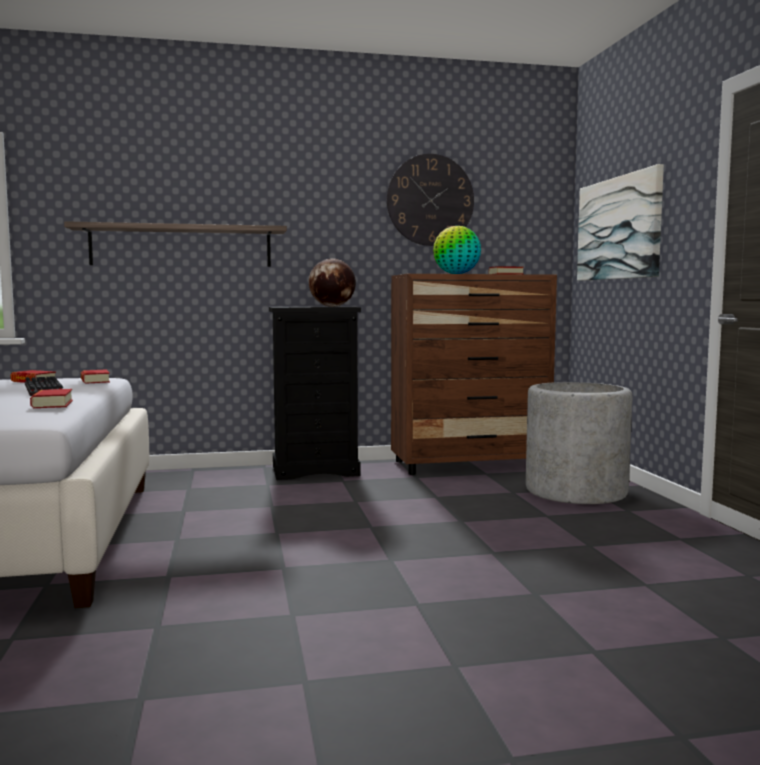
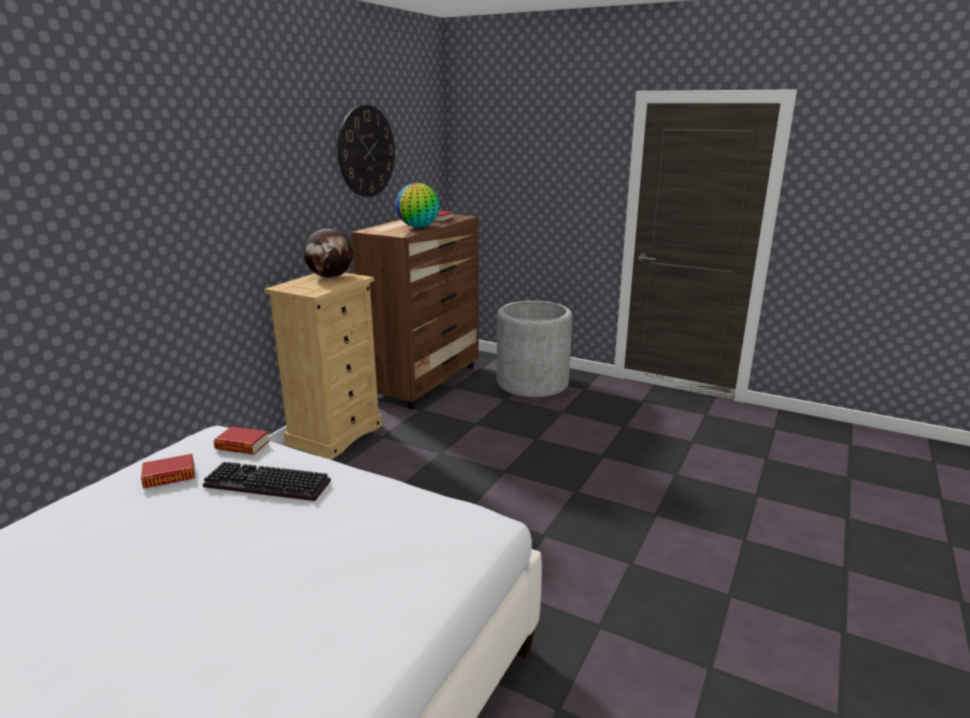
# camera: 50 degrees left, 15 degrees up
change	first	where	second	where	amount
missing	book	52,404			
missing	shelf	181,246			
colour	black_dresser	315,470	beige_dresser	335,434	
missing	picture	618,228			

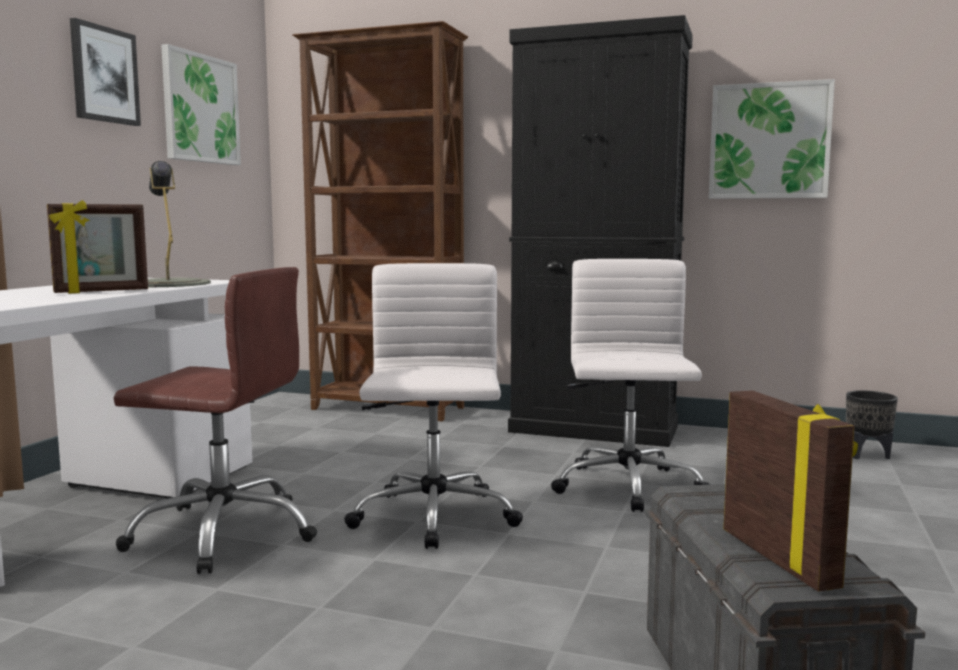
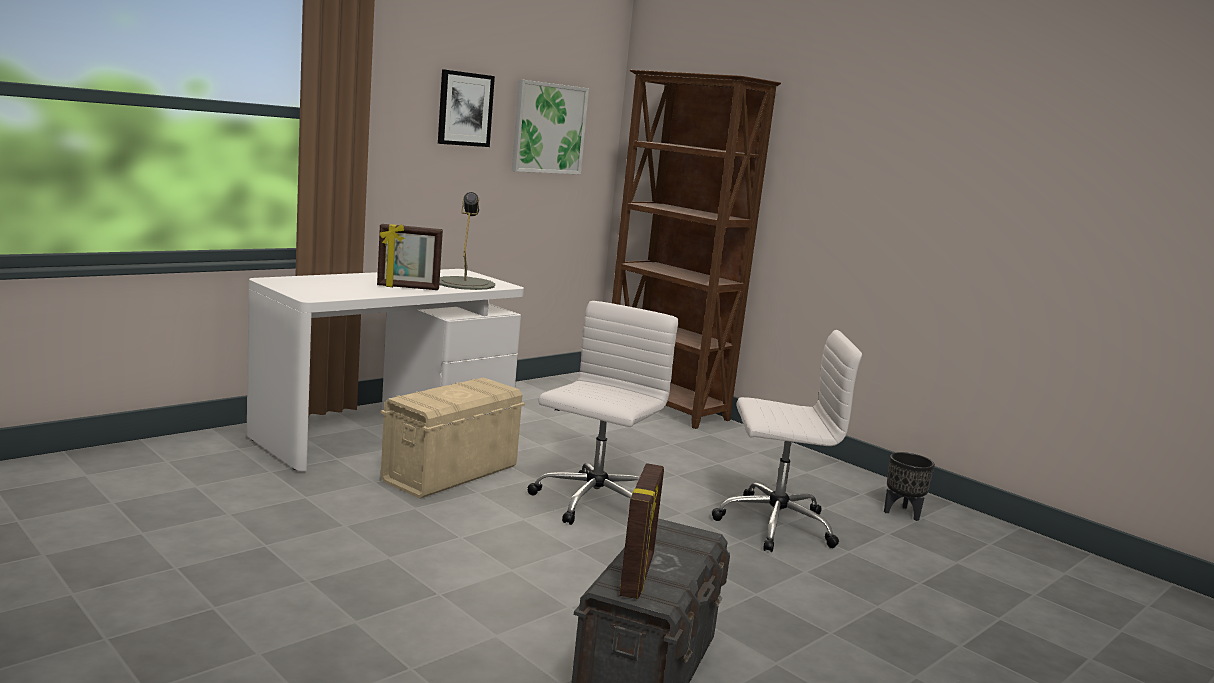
# camera: 25 degrees right, 5 degrees up
change	first	where	second	where	amount
exchanged	brown_office_chair	224,533	beige_storage_box	449,474	
missing	black_cabinet	594,429			
spun	white_office_chair	628,487		772,524	60 degrees clockwise
missing	picture	769,141			
relocated	black_planter	867,455		902,513	

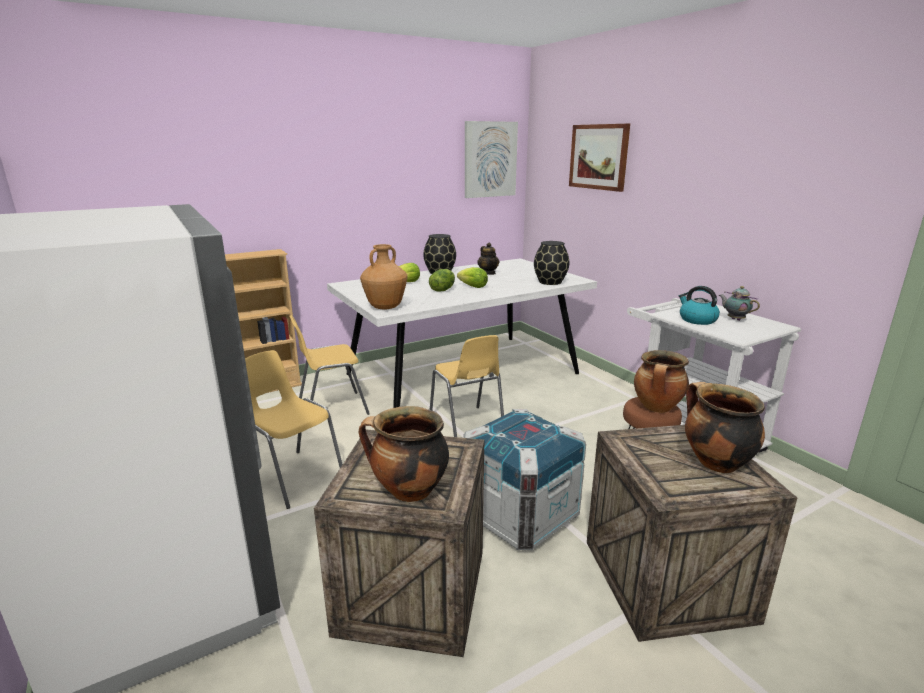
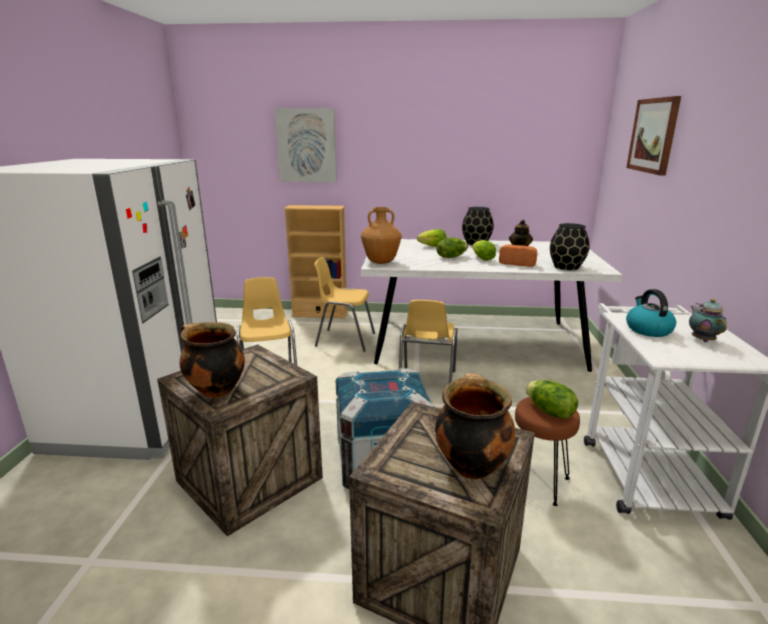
# camera: 35 degrees right, 0 degrees up
change	first	where	second	where	amount
relocated	picture	490,159		306,145	
exchanged	cooking_pot	657,408	lettuce	549,412	
appeared			bread	518,263	

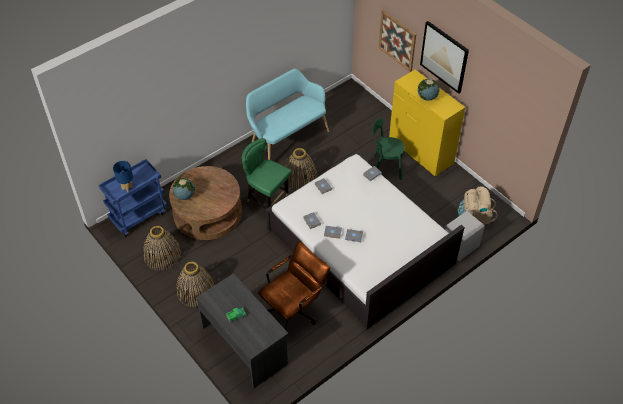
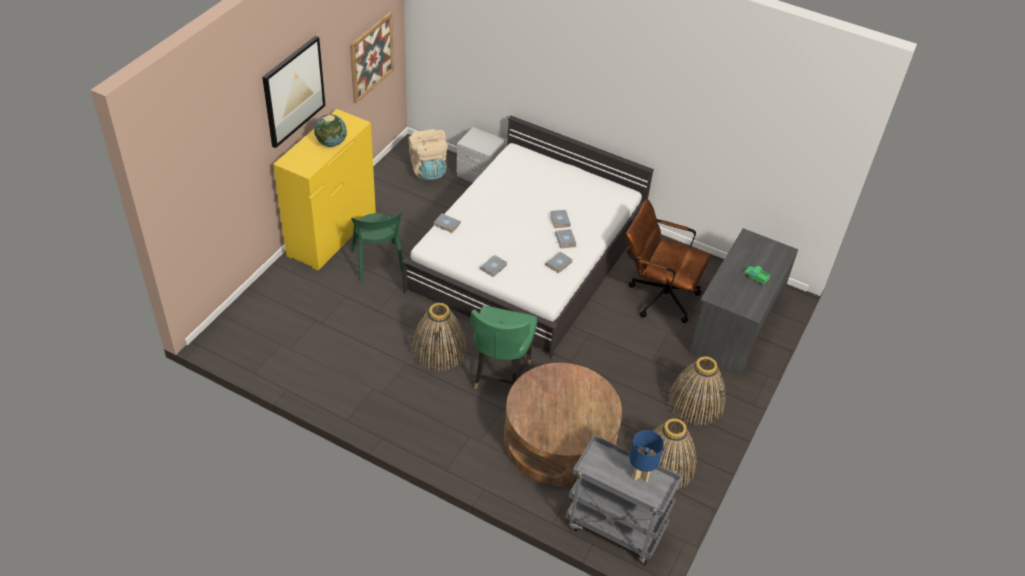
# camera: 115 degrees left, 5 degrees down
change	first	where	second	where	amount
colour	blue_cart	139,215	grey_cart	614,528	
missing	globe	184,196			
missing	turquoise_bench	286,137			
relocated	picture	397,41		371,57	

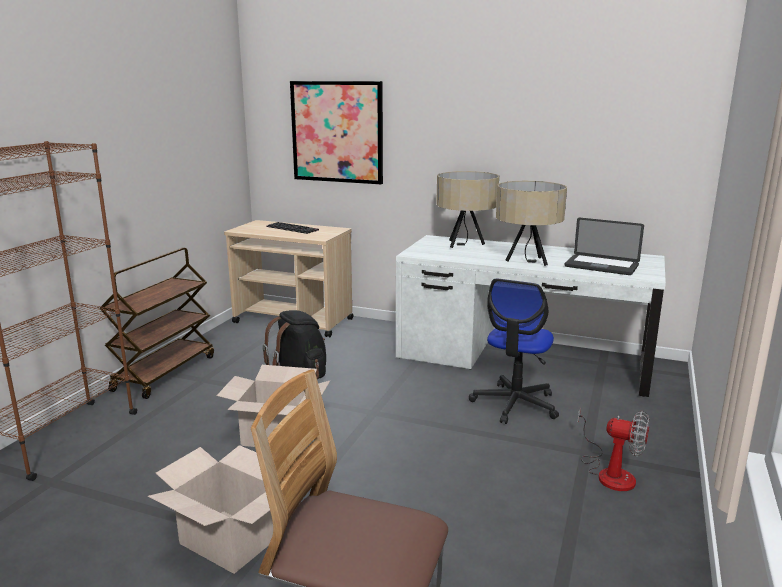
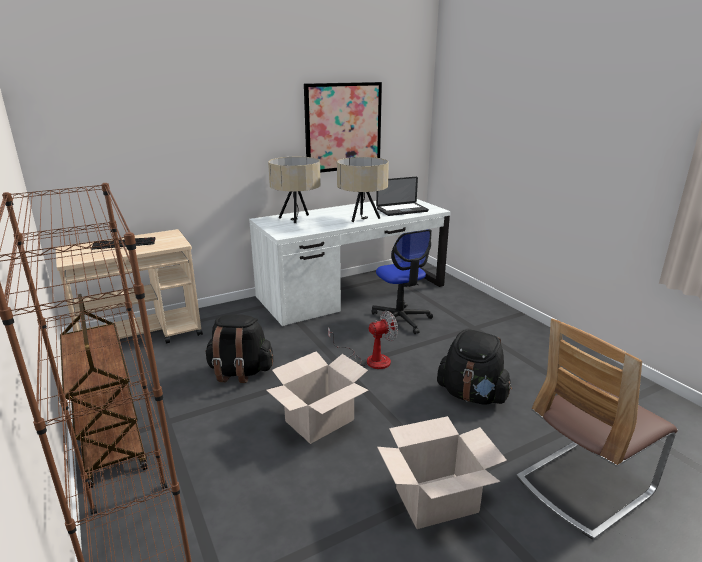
# camera: 50 degrees left, 5 degrees up
change	first	where	second	where	amount
relocated	picture	337,132		343,127	
relocated	fan	610,472		370,359	
appeared			black_backpack	472,395	

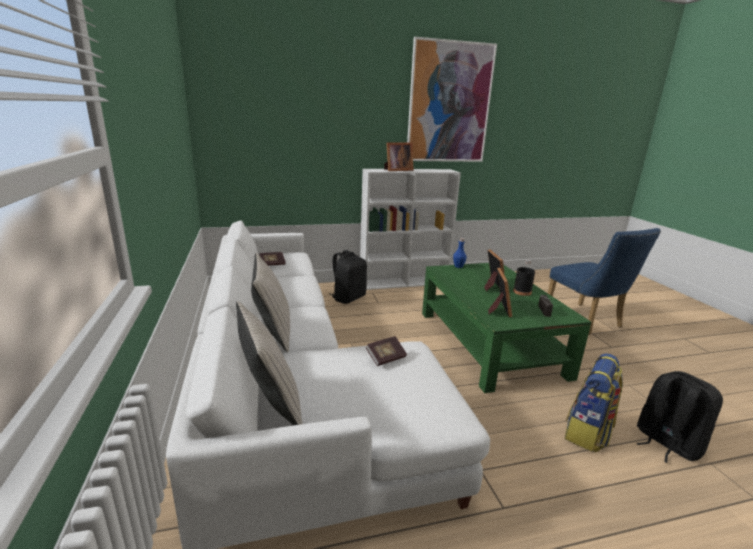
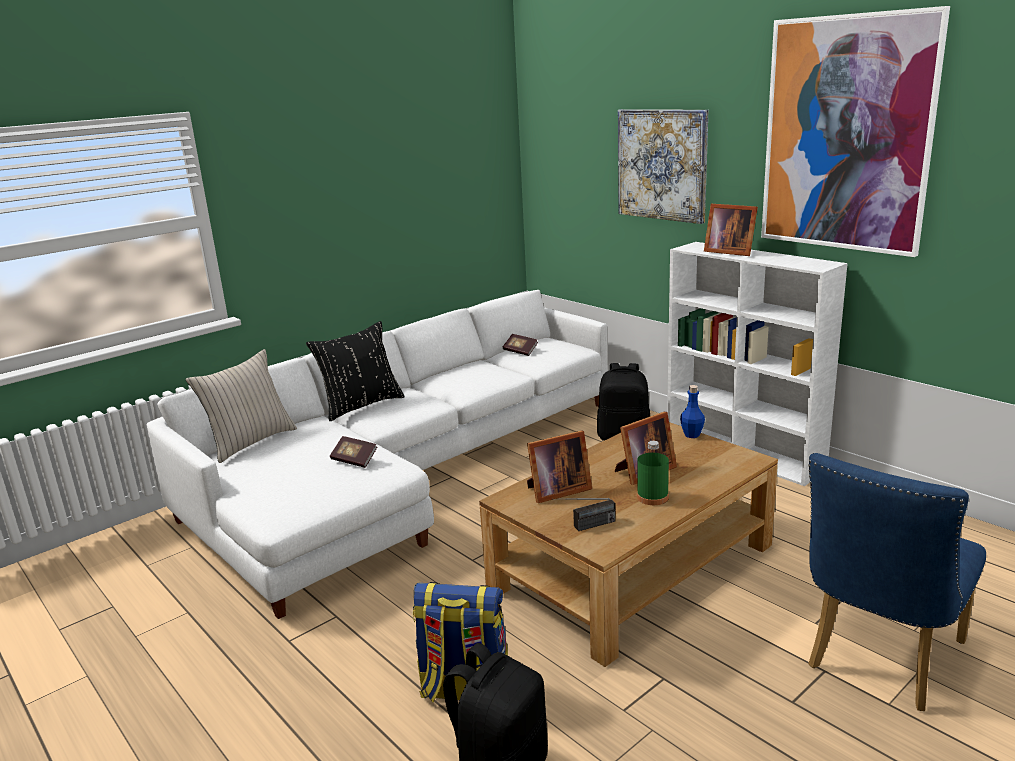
# camera: 65 degrees right, 0 degrees up
change	first	where	second	where	amount
colour	beige_pillow	273,333	black_pillow	361,405	
colour	green_coffee_table	489,342	brown_coffee_table	633,566	
colour	black_bottle	522,292	green_bottle	652,497	
appeared			picture	662,164	

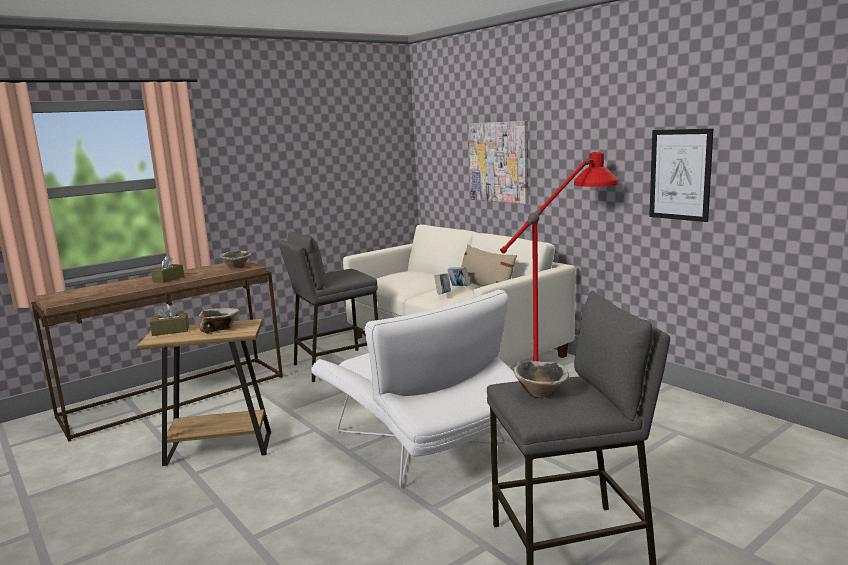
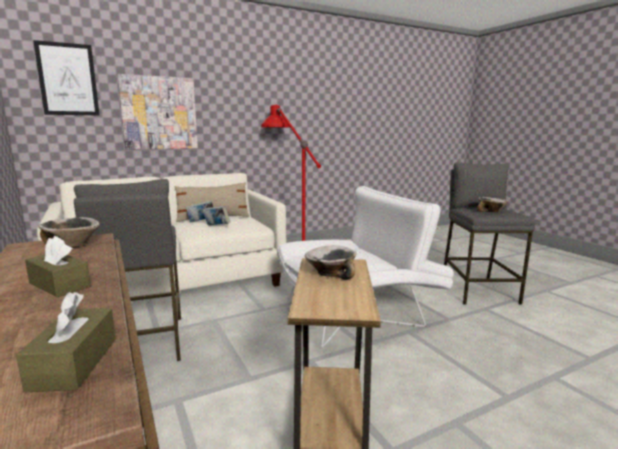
# camera: 80 degrees left, 0 degrees up
change	first	where	second	where	amount
relocated	brown_tissue_box	170,331		74,363	
relocated	picture	680,174		68,79	

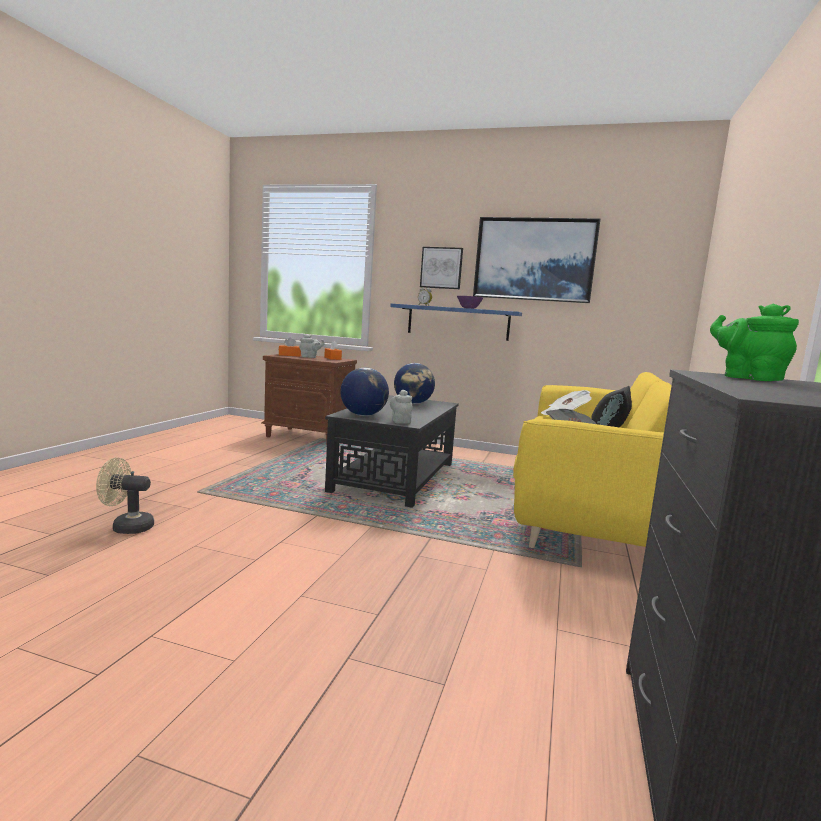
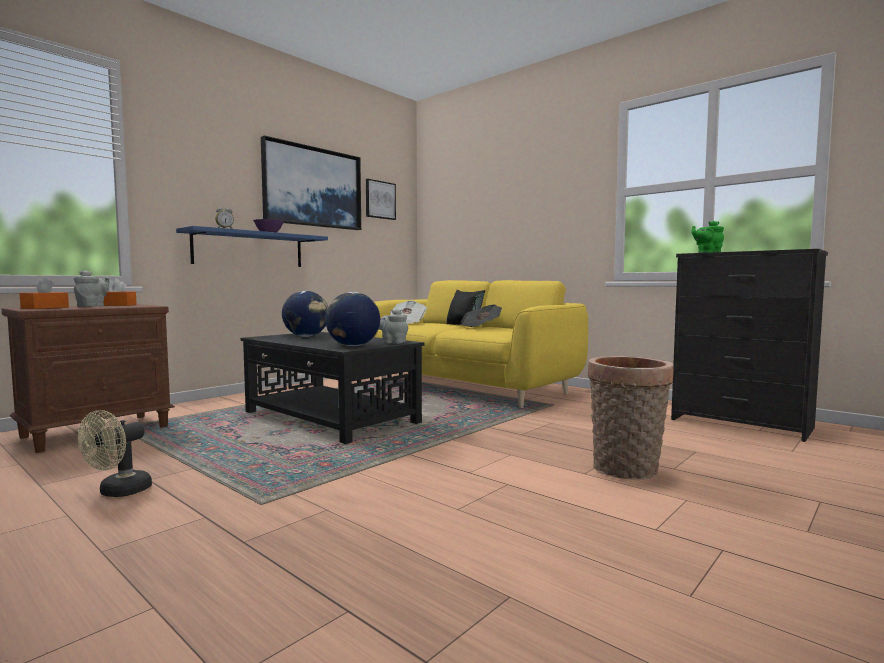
# camera: 65 degrees left, 5 degrees down
change	first	where	second	where	amount
relocated	beige_fan	126,527		118,492	
relocated	picture	441,268		380,200	
appeared			basket	626,471	

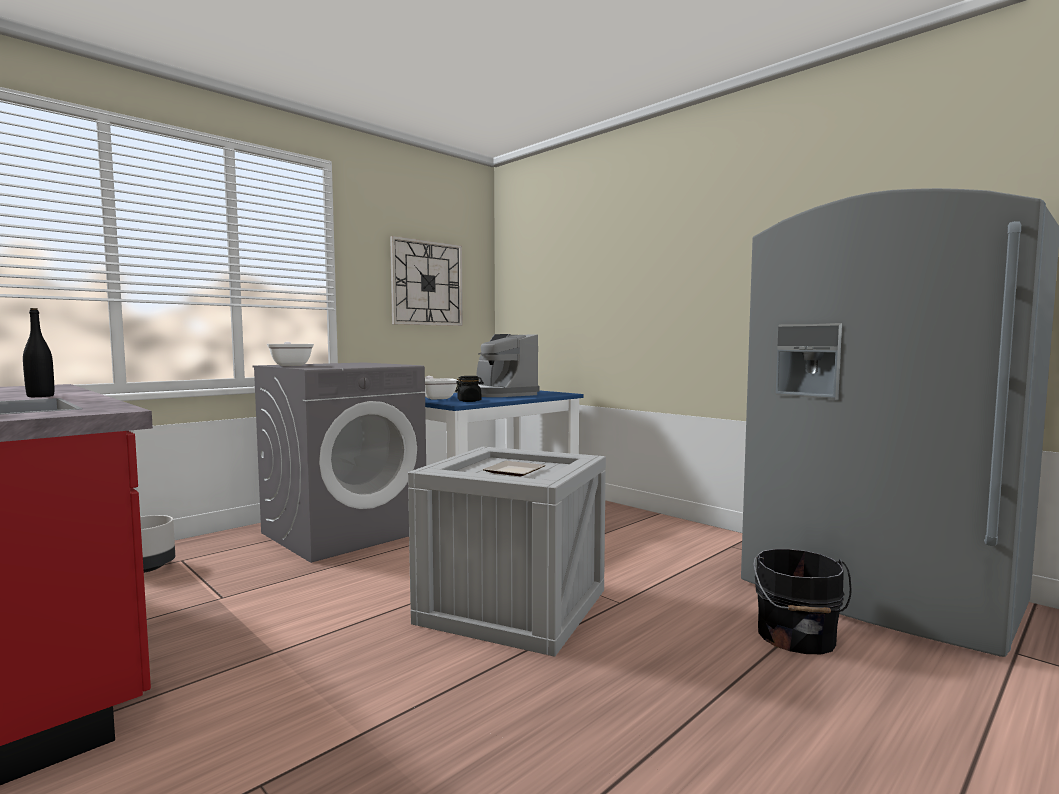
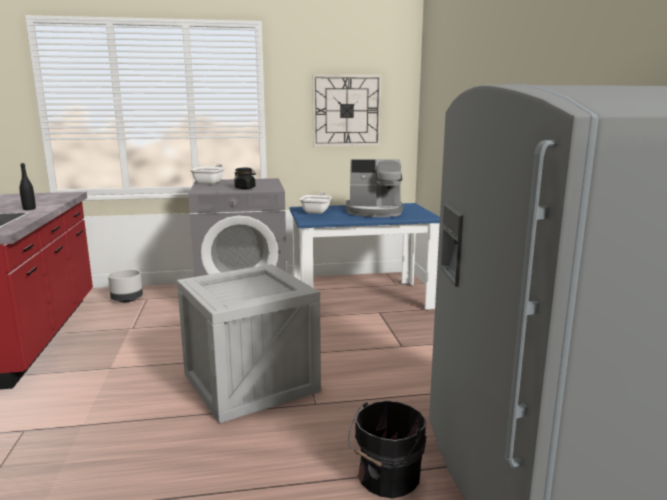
# camera: 35 degrees right, 10 degrees up
change	first	where	second	where	amount
relocated	black_jar	469,401		245,188	
spun	coffee_machine	499,394		374,211	90 degrees counterclockwise
missing	plate	512,471			

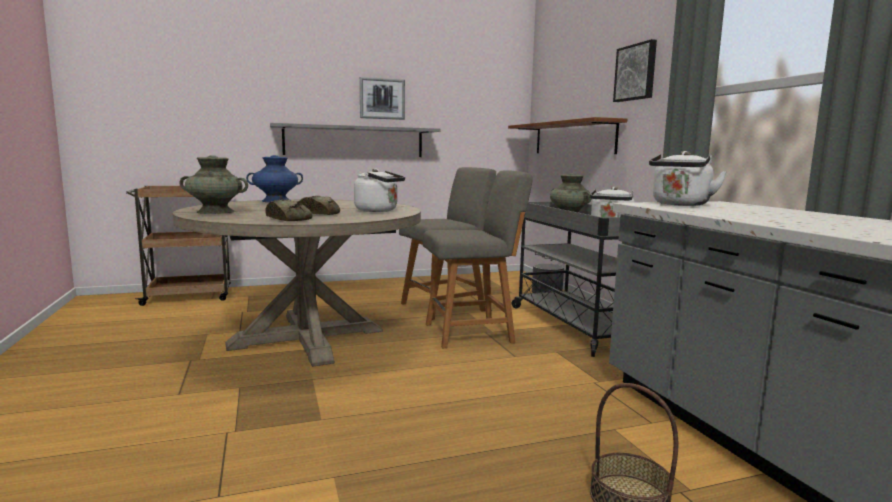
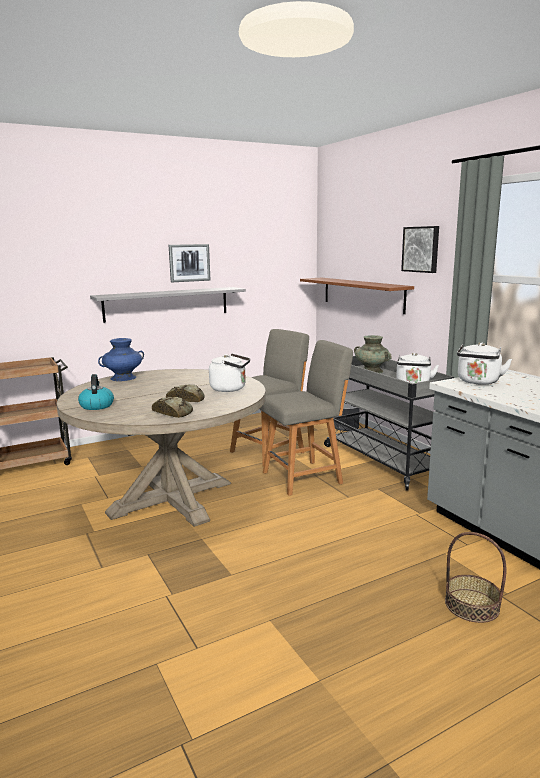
# camera: 10 degrees left, 5 degrees up
change	first	where	second	where	amount
exchanged	turquoise_vase	215,212	kettle	96,405	

